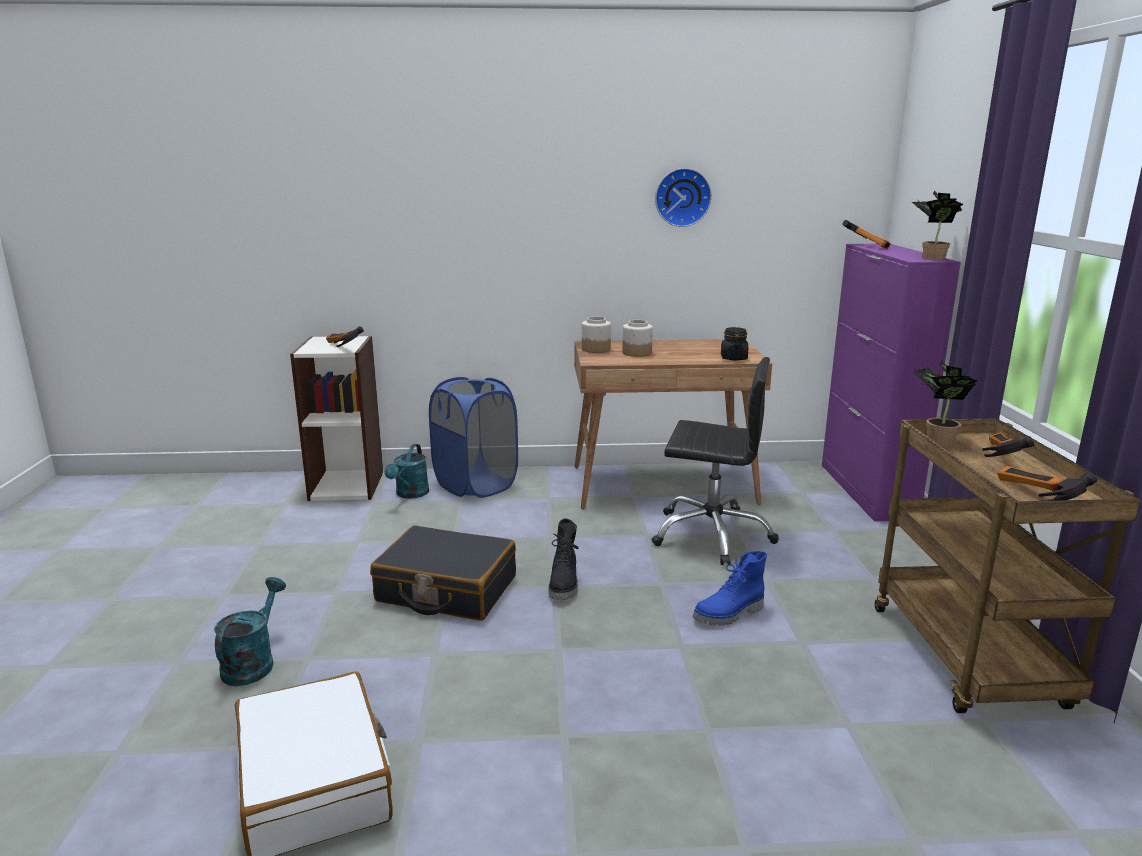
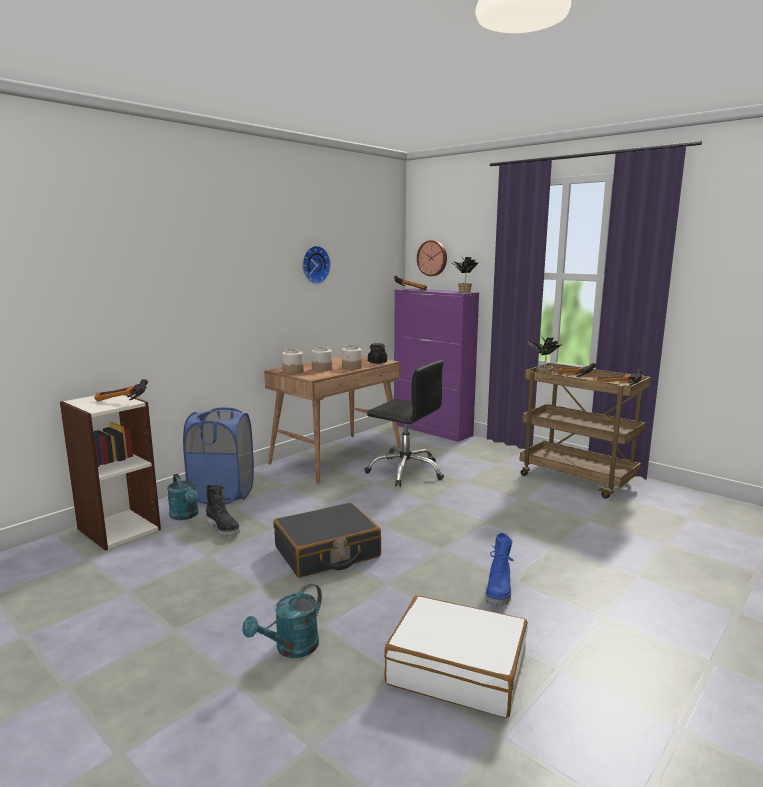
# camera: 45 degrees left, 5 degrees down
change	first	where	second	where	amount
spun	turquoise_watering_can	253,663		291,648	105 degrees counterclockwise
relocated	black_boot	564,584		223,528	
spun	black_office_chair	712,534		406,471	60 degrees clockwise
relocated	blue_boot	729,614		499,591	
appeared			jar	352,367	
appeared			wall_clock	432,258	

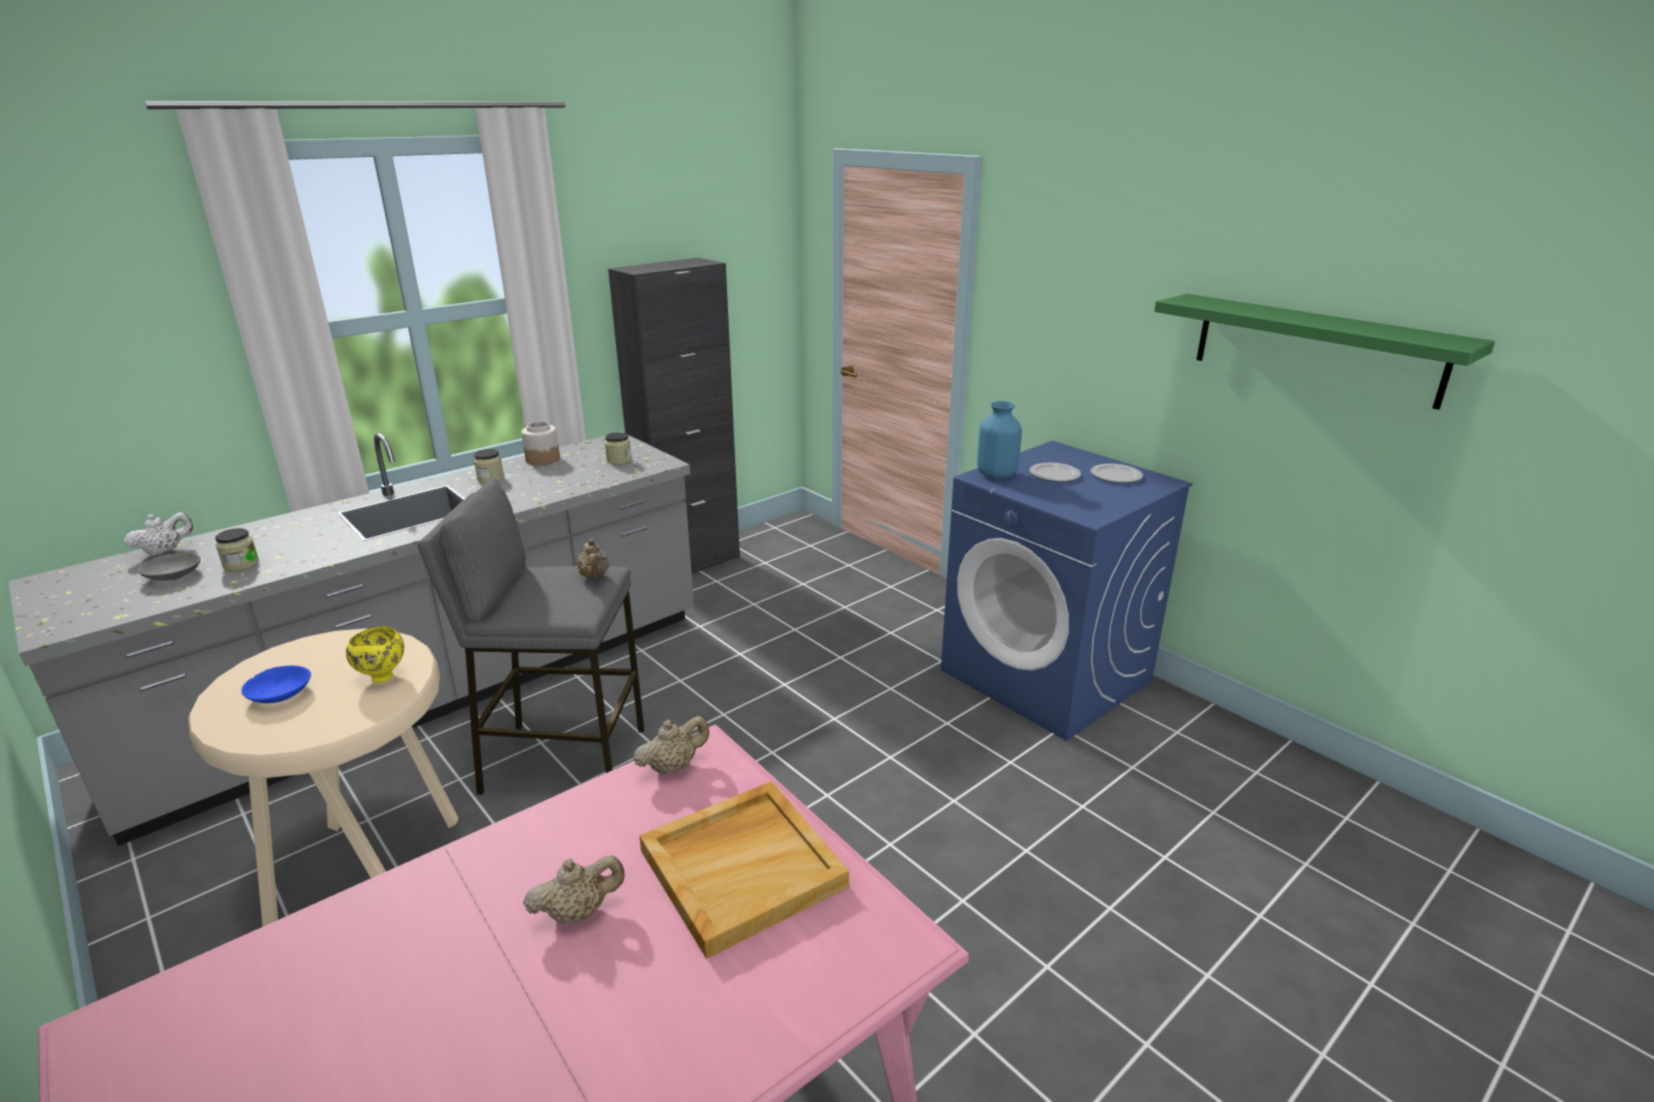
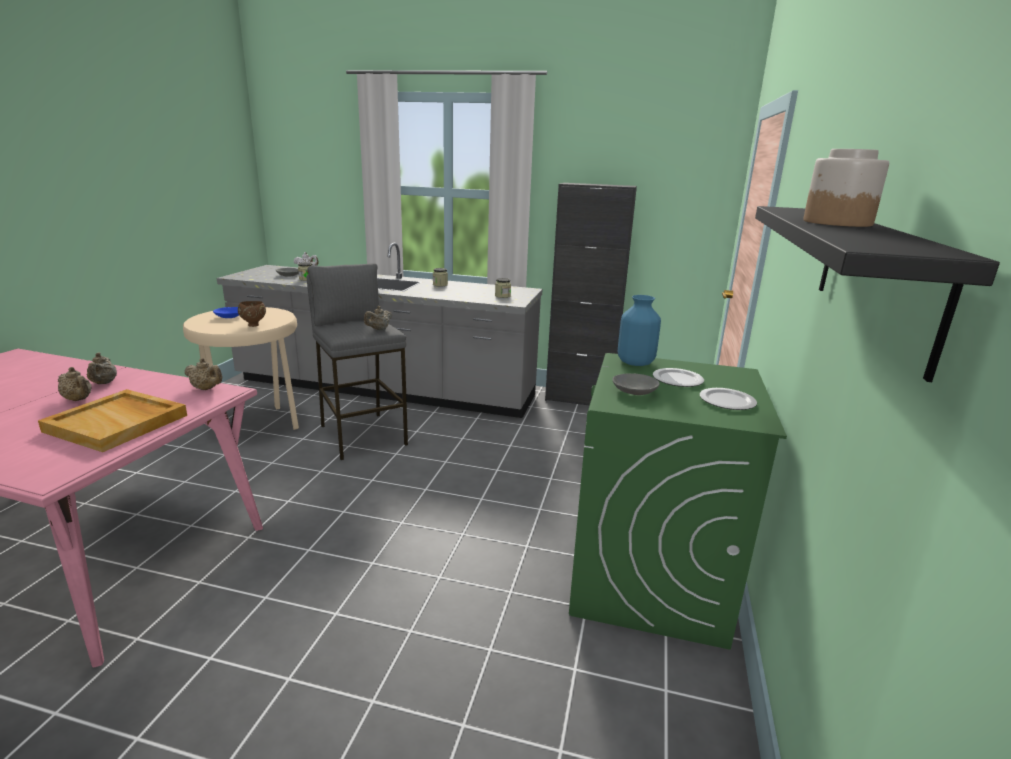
# camera: 55 degrees right, 5 degrees down
change	first	where	second	where	amount
colour	yellow_bowl	382,676	brown_bowl	254,325	
relocated	jar	542,459		836,223	
colour	blue_washing_machine	1047,676	green_washing_machine	650,578	
colour	green_shelf	1315,349	black_shelf	874,277	
appeared			beige_teapot	104,383	
appeared			grey_bowl	633,391	

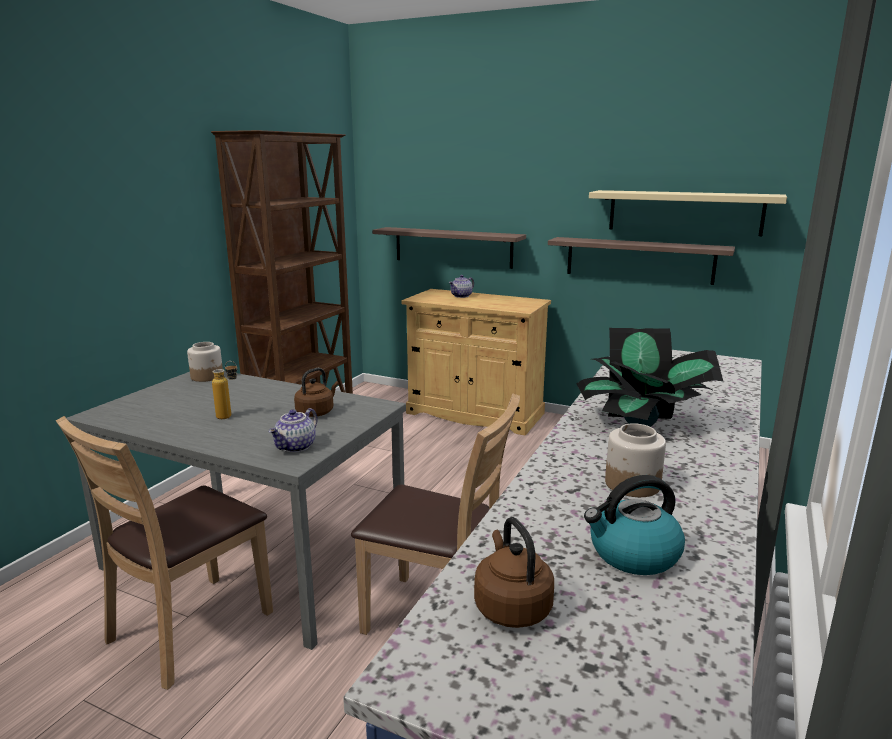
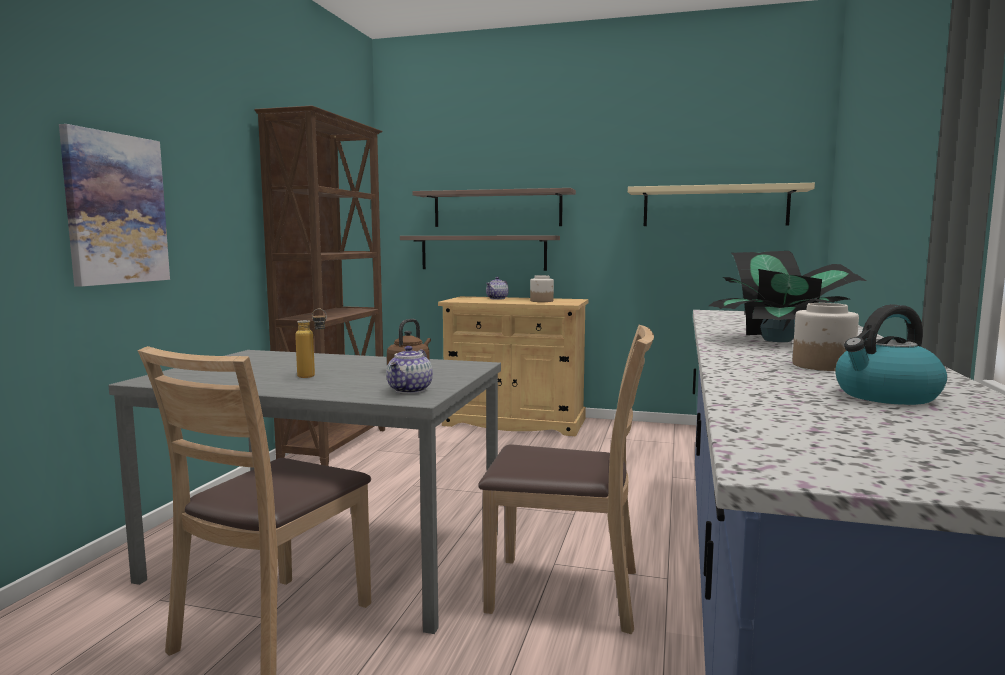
# camera: 10 degrees left, 10 degrees down
change	first	where	second	where	amount
relocated	jar	207,376		542,301	
missing	brown_kettle	511,606			
relocated	shelf	639,260		497,209	
appeared			picture	116,209	

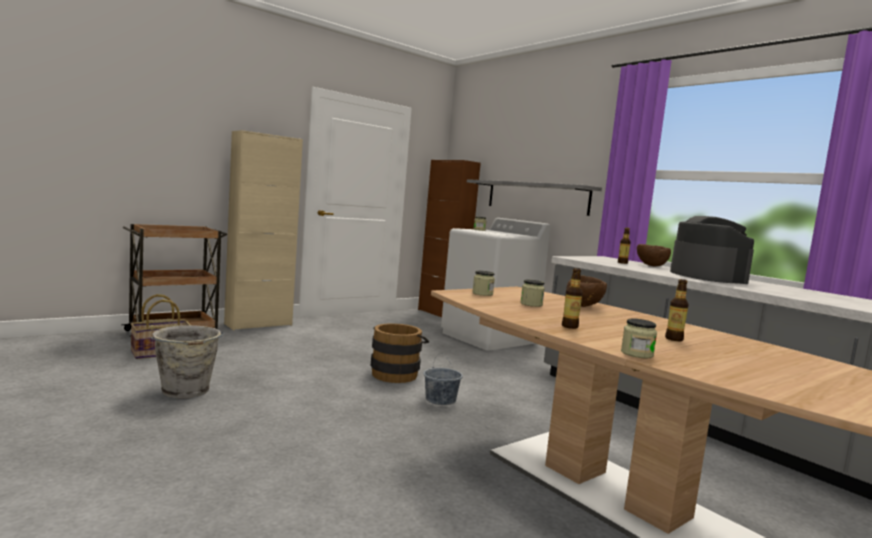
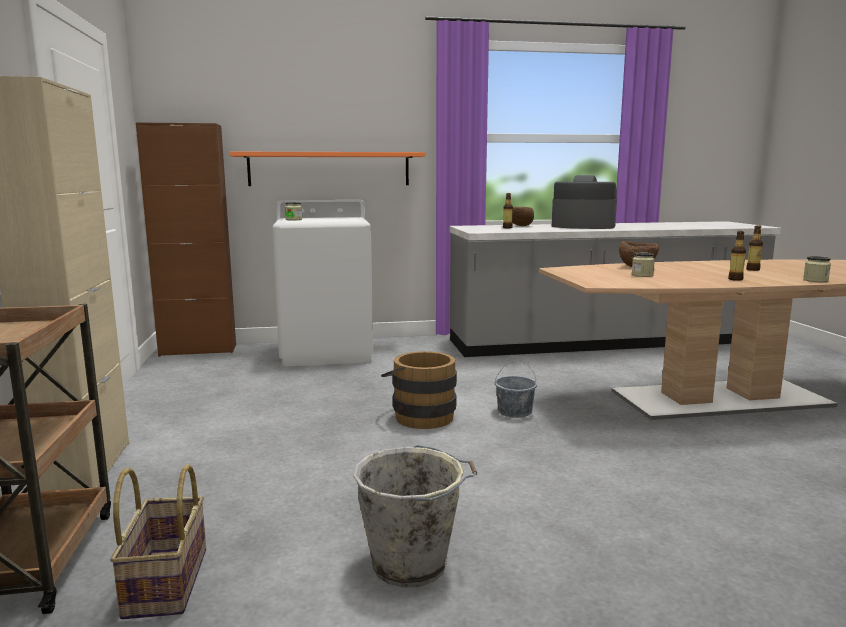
# camera: 60 degrees left, 5 degrees up
change	first	where	second	where	amount
colour	grey_shelf	536,197	orange_shelf	329,169	
missing	jar	482,294			

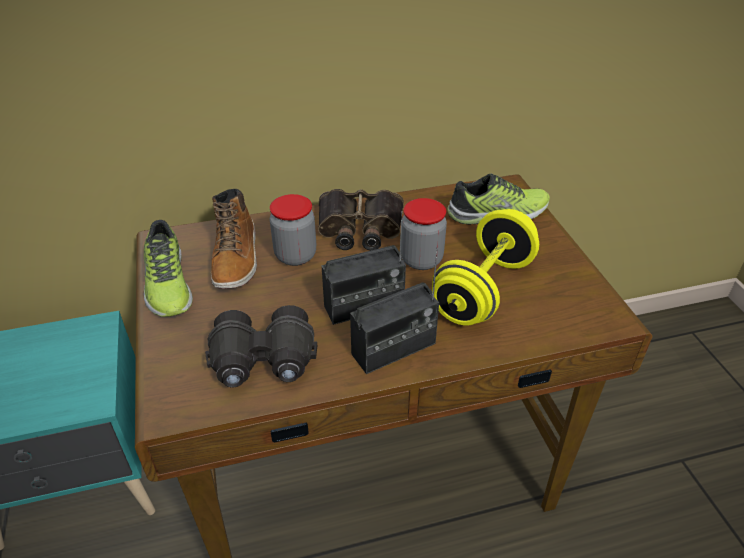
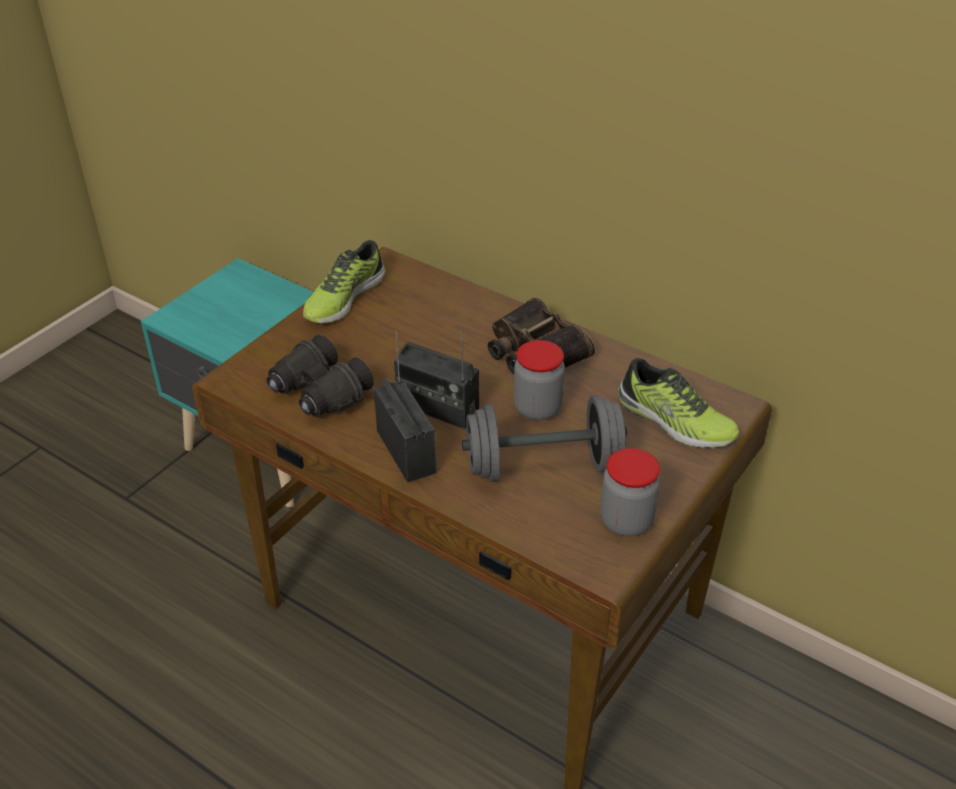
# camera: 50 degrees right, 0 degrees up
change	first	where	second	where	amount
missing	boot	236,258			
relocated	jar	295,255		626,521	
spun	radio	394,349		406,451	135 degrees counterclockwise
colour	yellow_dumbbell	483,289	grey_dumbbell	543,465	

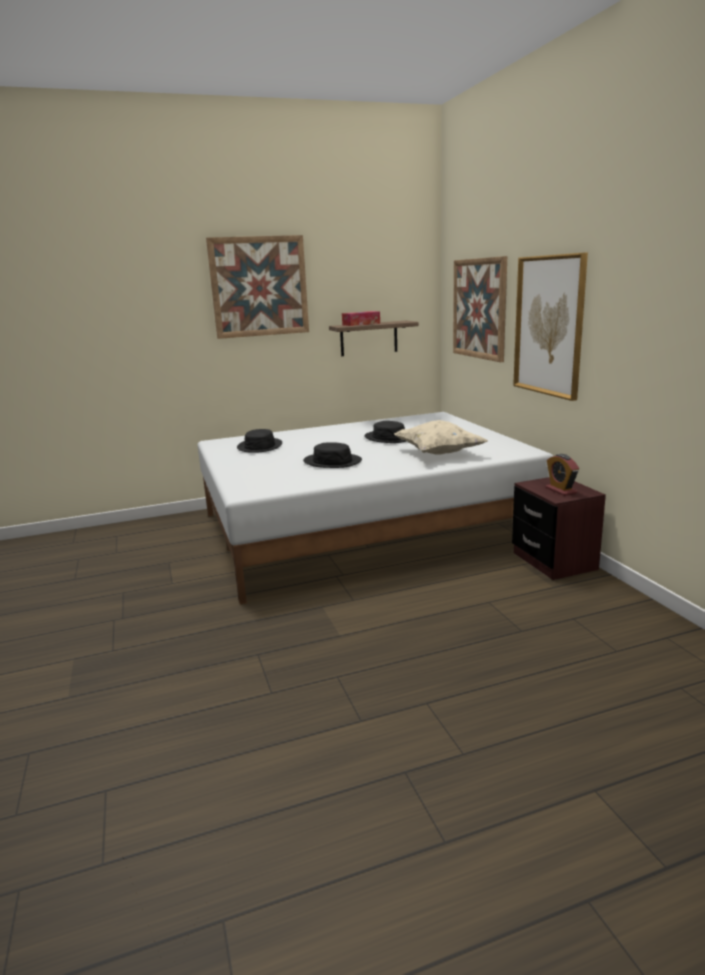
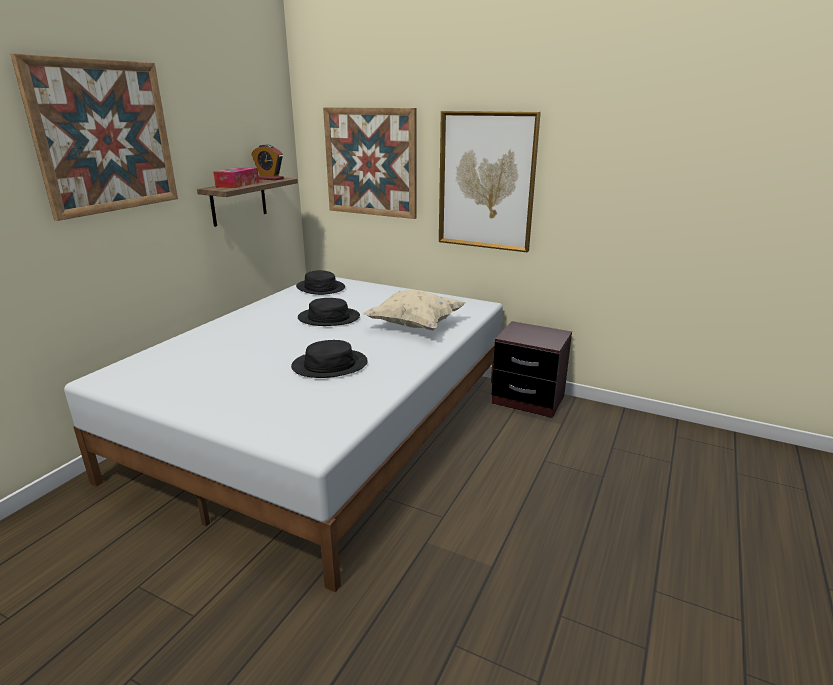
# camera: 45 degrees left, 5 degrees up
change	first	where	second	where	amount
relocated	black_hat	259,446		320,288	
relocated	alarm_clock	560,490		269,179	

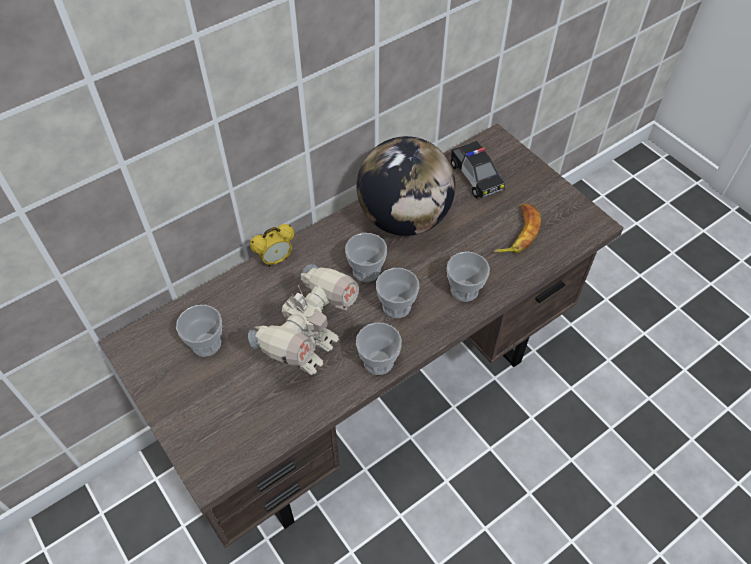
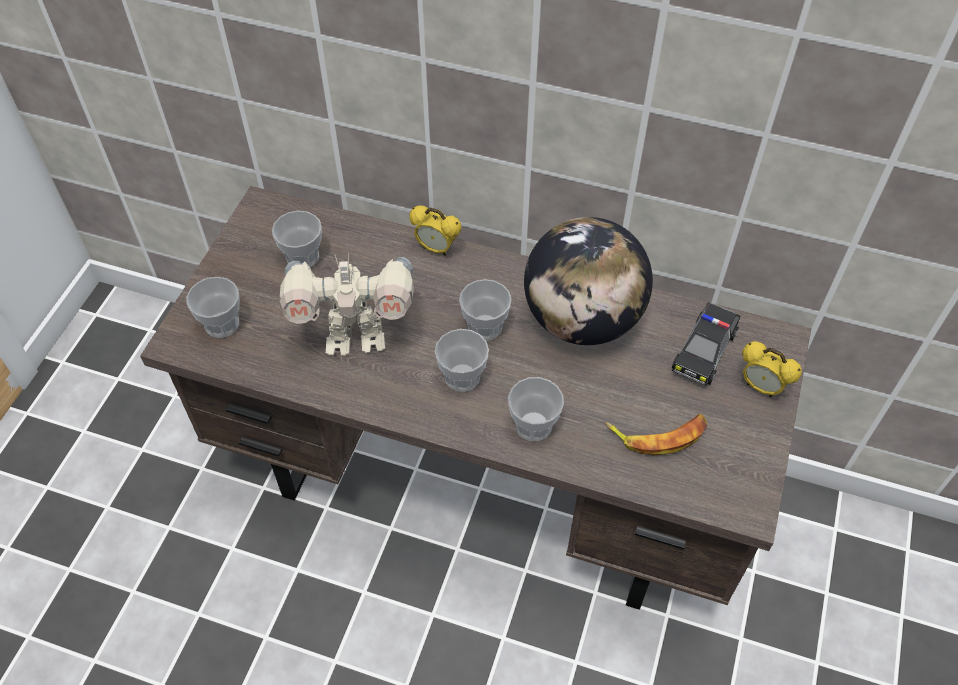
# camera: 55 degrees right, 0 degrees up
change	first	where	second	where	amount
relocated	cup	378,361		222,324	
appeared			alarm_clock	761,387	

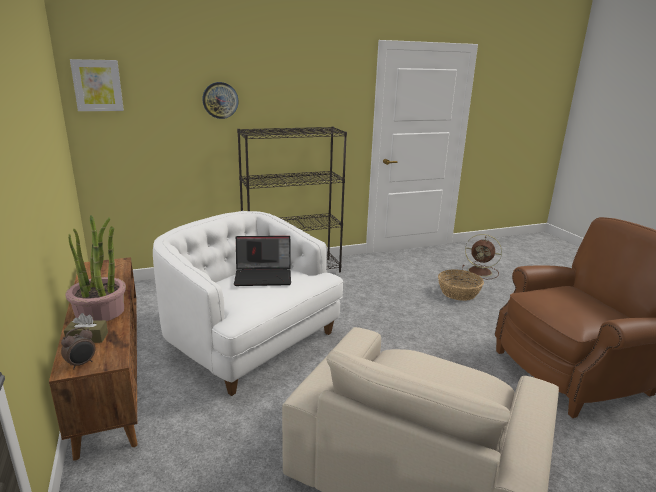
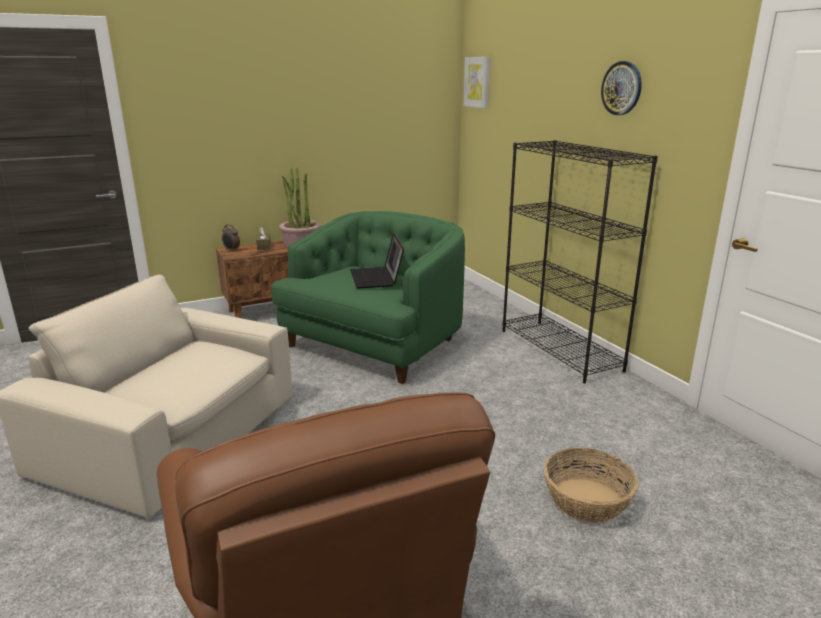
# camera: 85 degrees right, 0 degrees up
change	first	where	second	where	amount
colour	white_armchair	250,342	green_armchair	374,344	
relocated	wall_clock	220,100		622,88	
missing	brown_fan	481,272			

